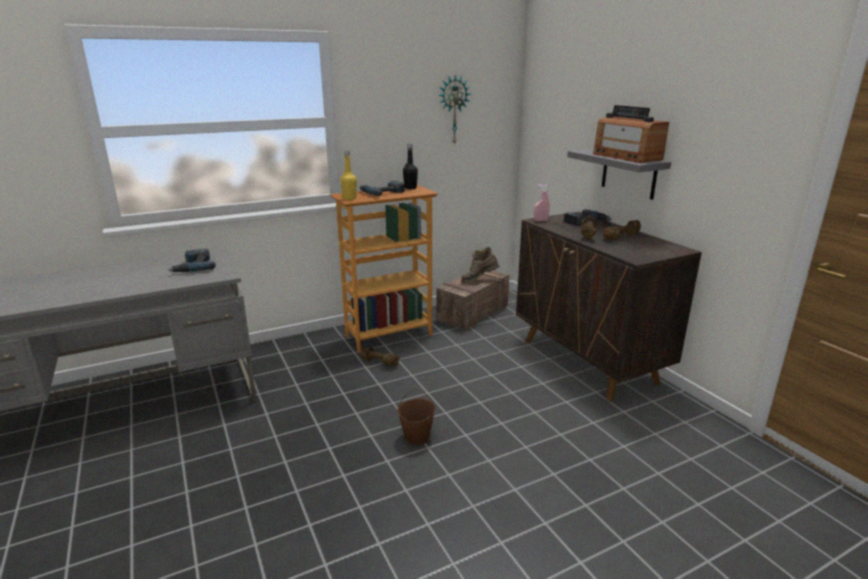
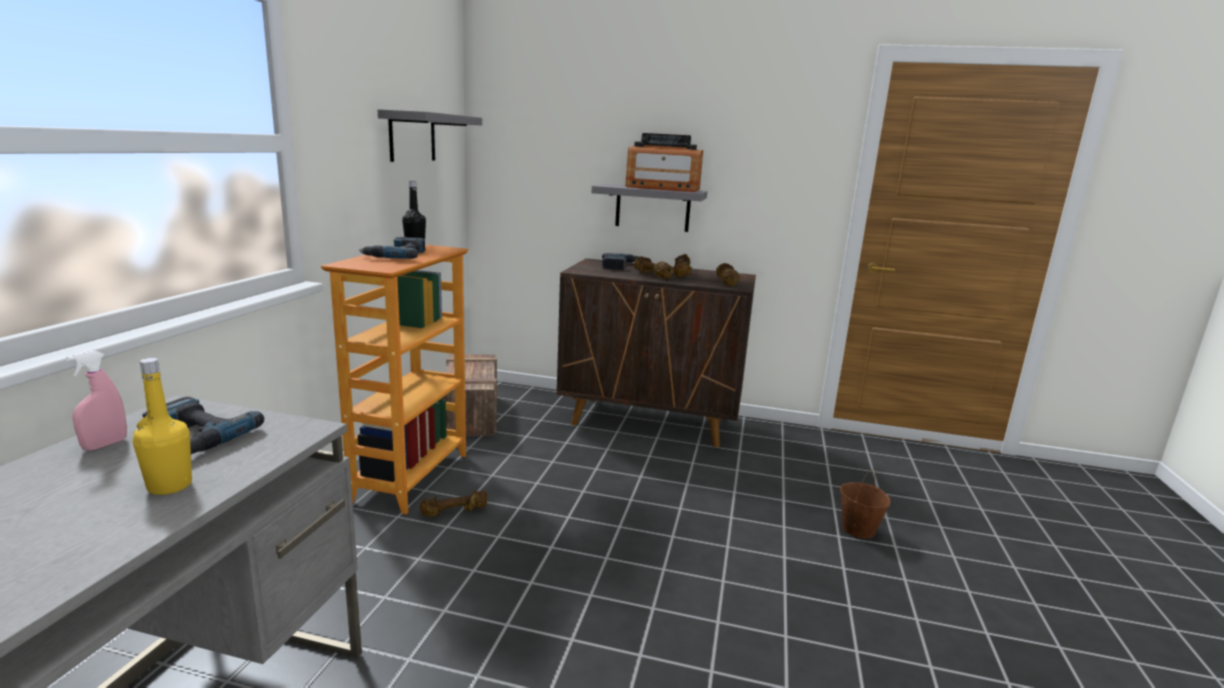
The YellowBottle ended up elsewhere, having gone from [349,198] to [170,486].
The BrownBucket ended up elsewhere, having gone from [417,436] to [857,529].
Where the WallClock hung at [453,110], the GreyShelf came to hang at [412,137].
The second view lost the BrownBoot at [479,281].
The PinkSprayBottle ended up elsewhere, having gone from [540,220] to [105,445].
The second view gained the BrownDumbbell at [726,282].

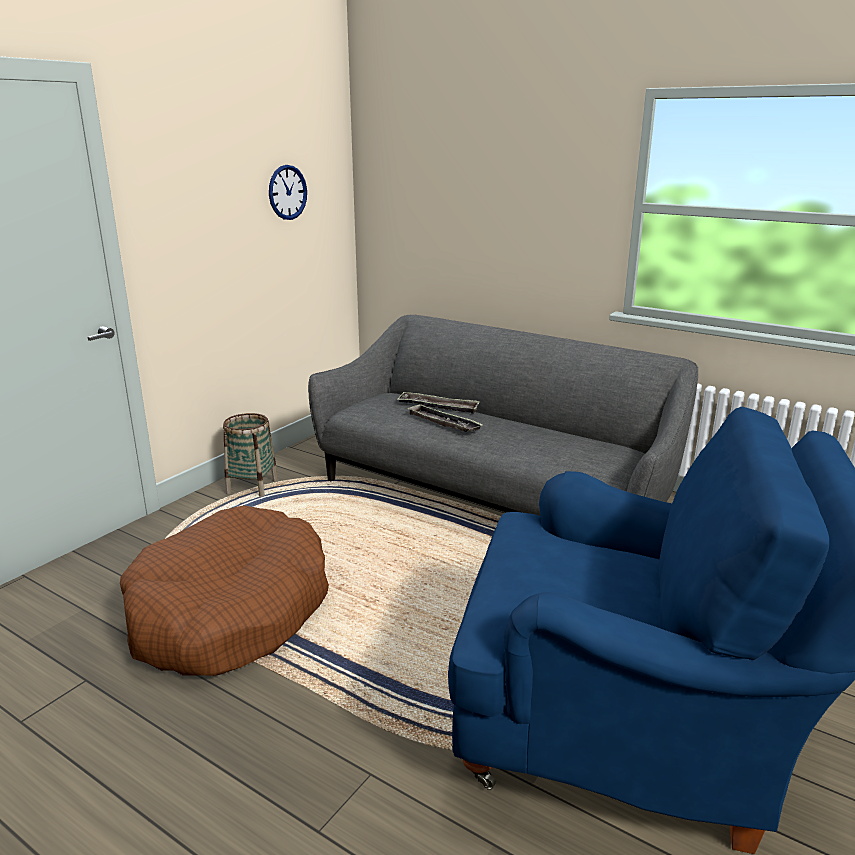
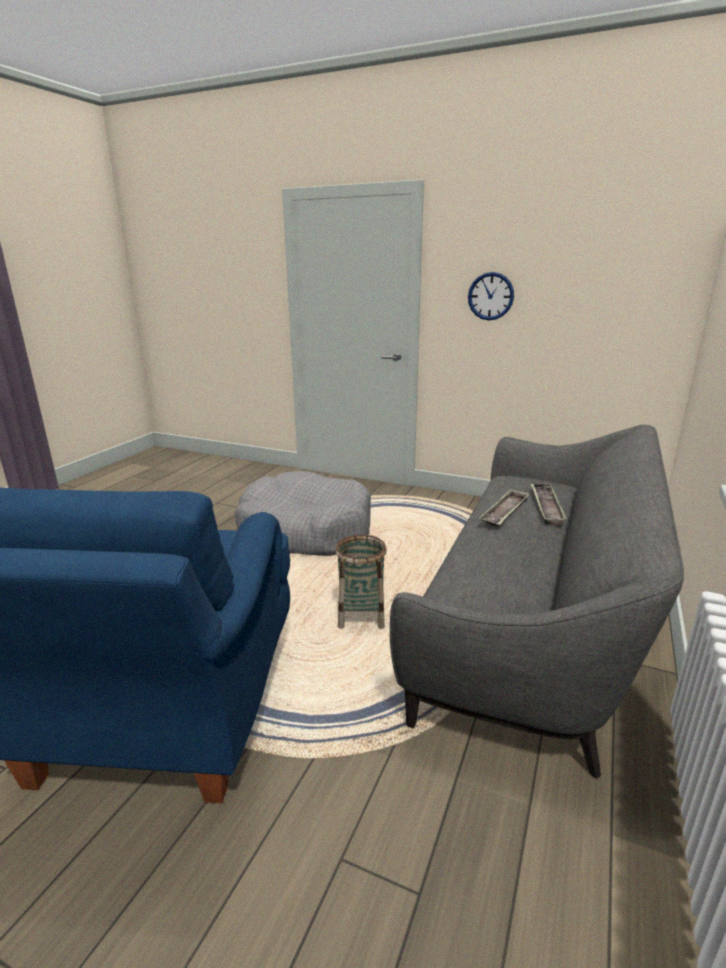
What was the BrownDogBed at [230,612] turned into the GreyDogBed at [305,530].
The Basket ended up elsewhere, having gone from [252,486] to [361,615].
The WallClock ended up elsewhere, having gone from [287,192] to [490,296].

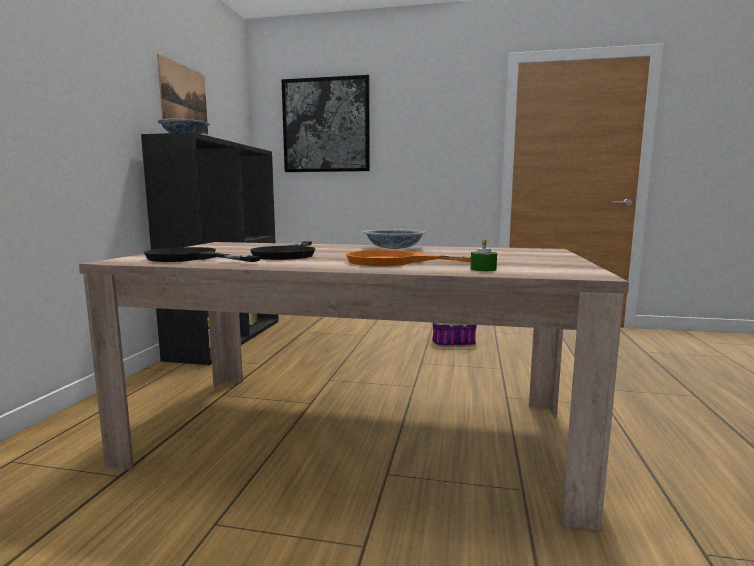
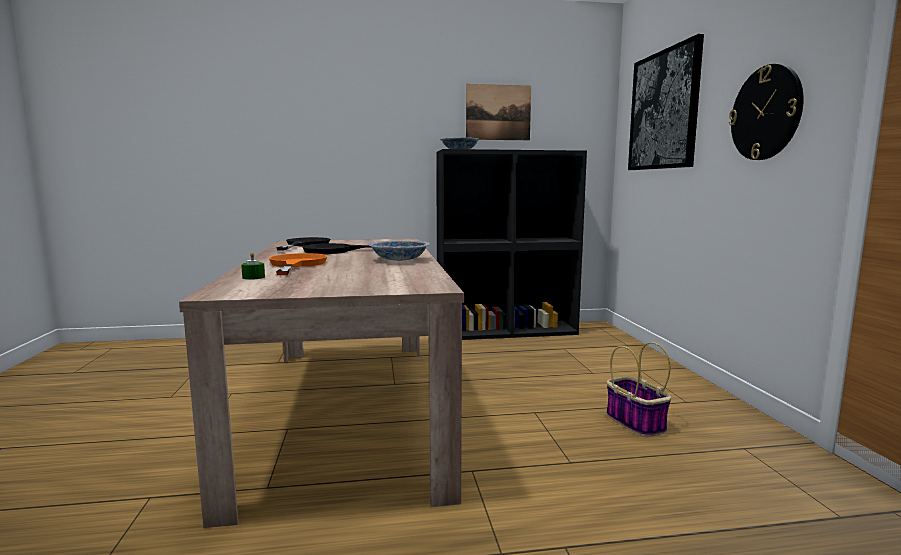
The second view gained the WallClock at [766,113].

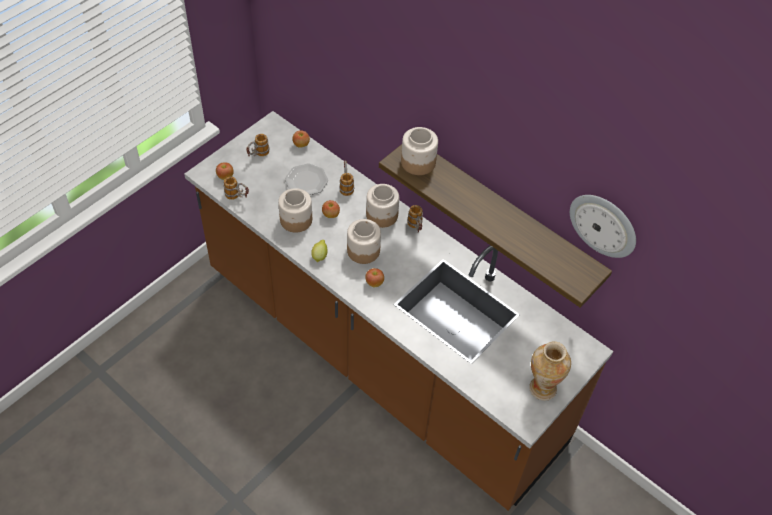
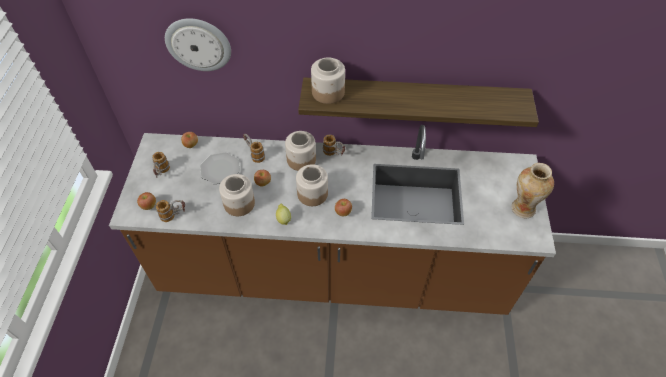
The WallClock ended up elsewhere, having gone from [603,224] to [198,44].

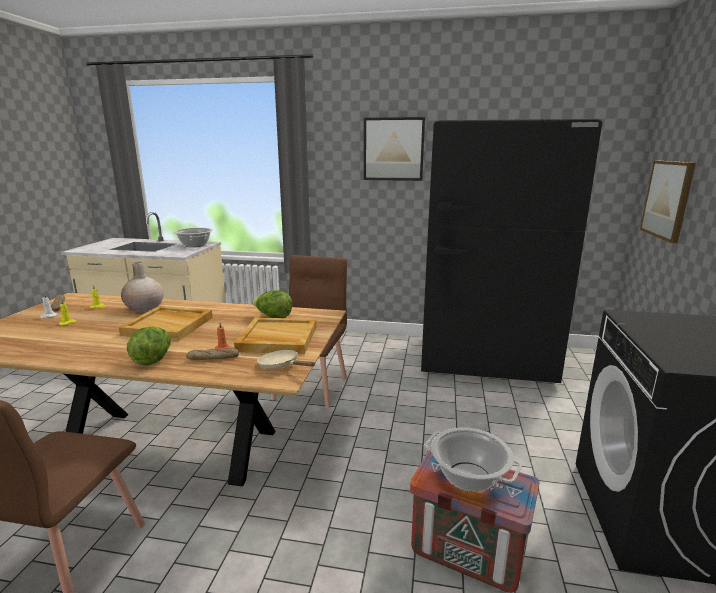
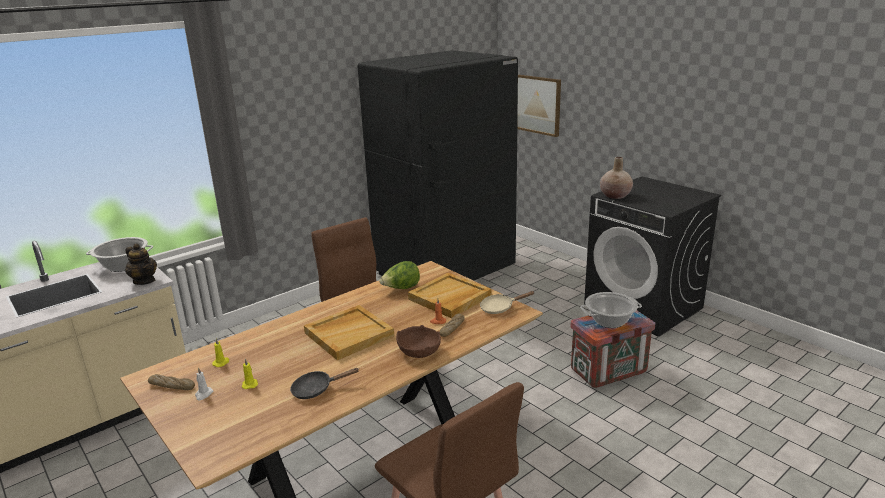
The BeigeVase ended up elsewhere, having gone from [145,308] to [615,195].
Where the Lettuce stood at [153,359], the BrownBowl came to stand at [419,352].
The second view lost the Picture at [393,149].
The second view gained the Teapot at [144,281].
The second view gained the BlackFryingPan at [316,389].

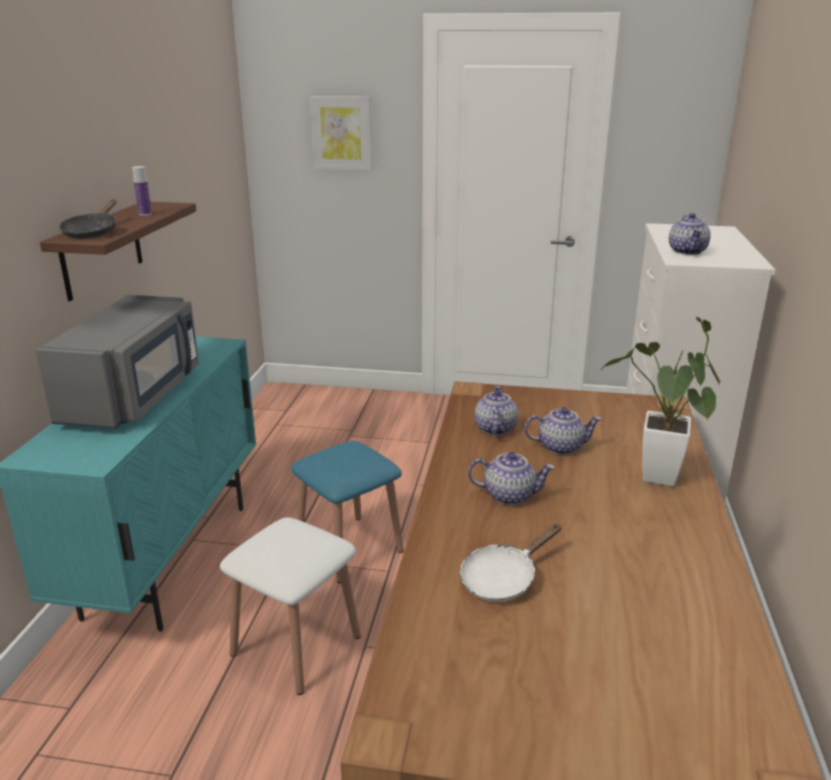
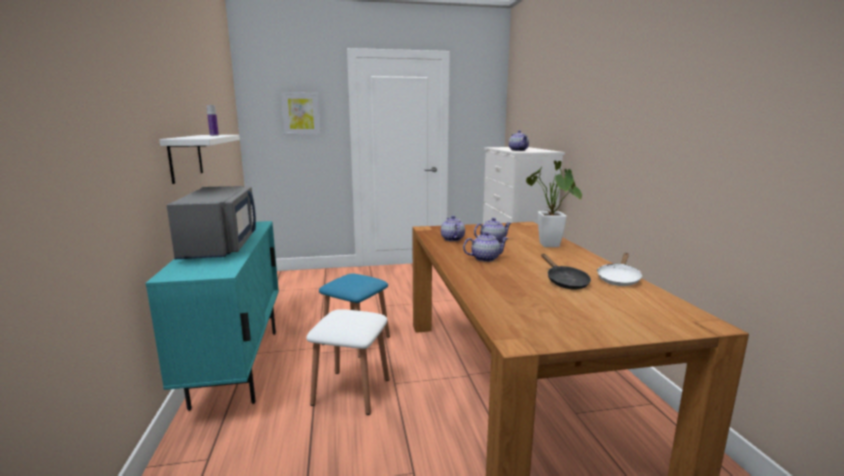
What was the BrownShelf at [102,250] turned into the WhiteShelf at [185,157].
The BlackFryingPan ended up elsewhere, having gone from [93,232] to [564,282].
The WhiteFryingPan ended up elsewhere, having gone from [503,578] to [618,279].

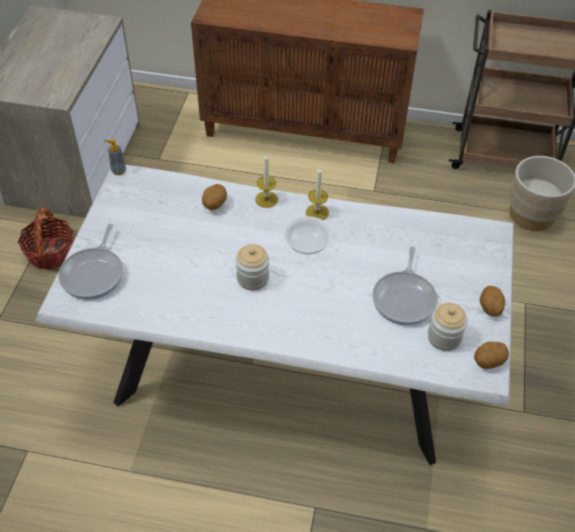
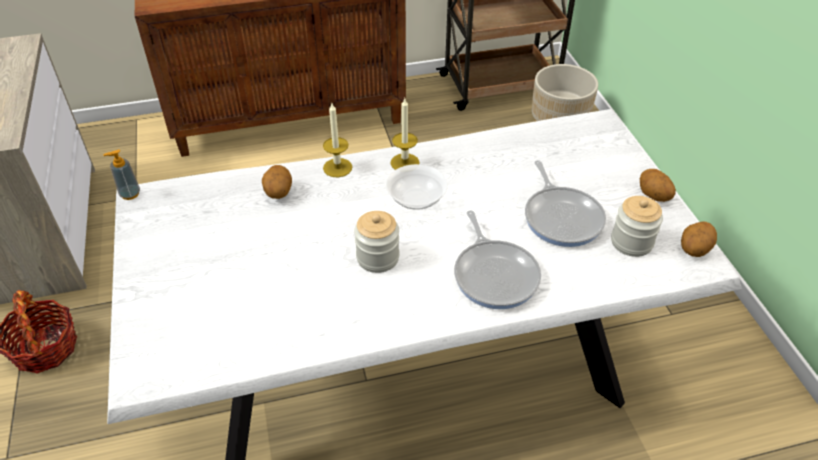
The FryingPan ended up elsewhere, having gone from [94,274] to [495,274].

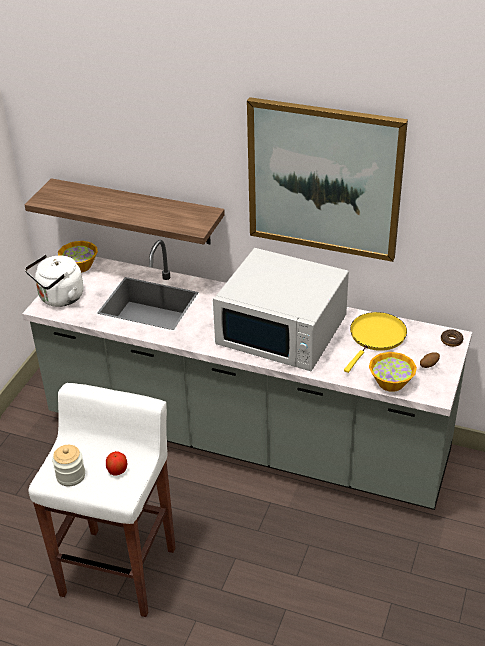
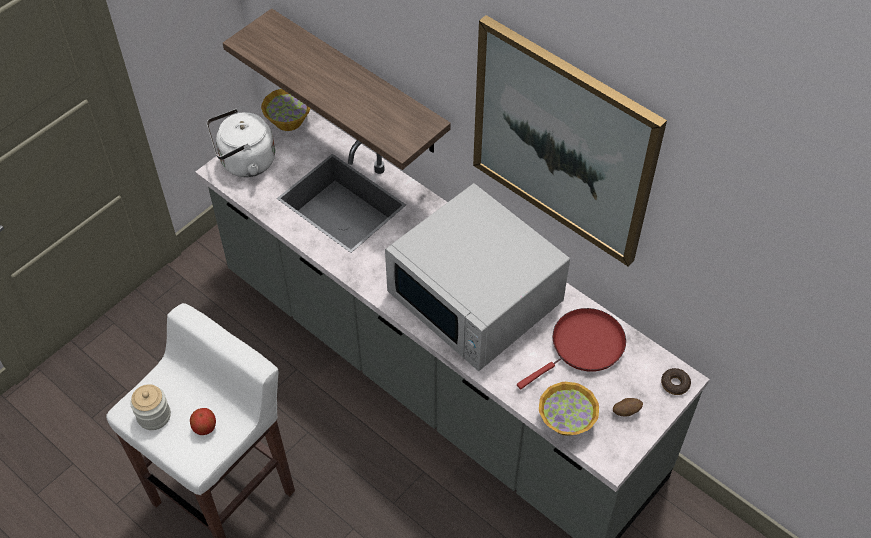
What was the YellowFryingPan at [376,337] turned into the RedFryingPan at [583,346].

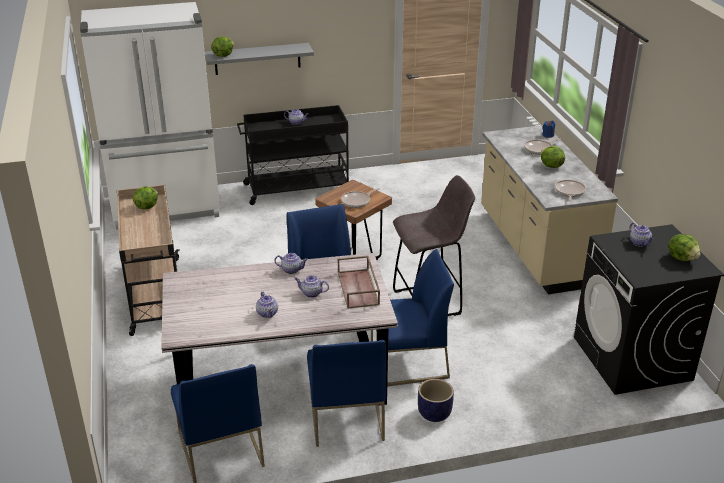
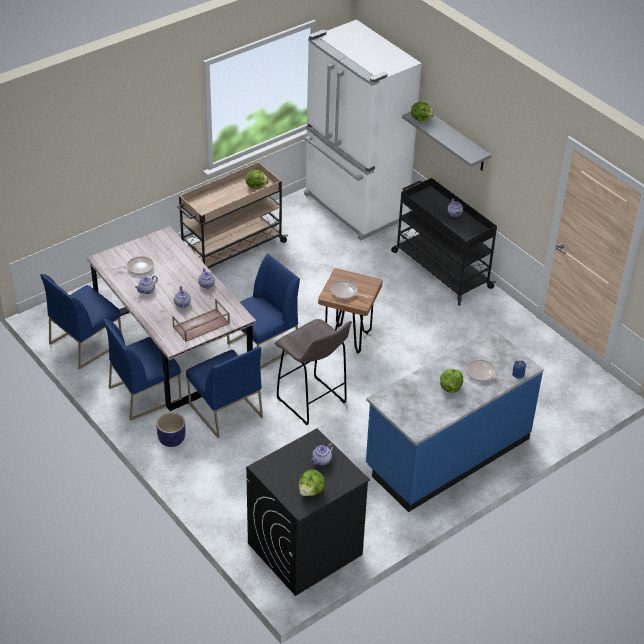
What was the BeigeCounter at [535,247] turned into the BlueCounter at [447,453].
The FryingPan ended up elsewhere, having gone from [569,192] to [138,268].

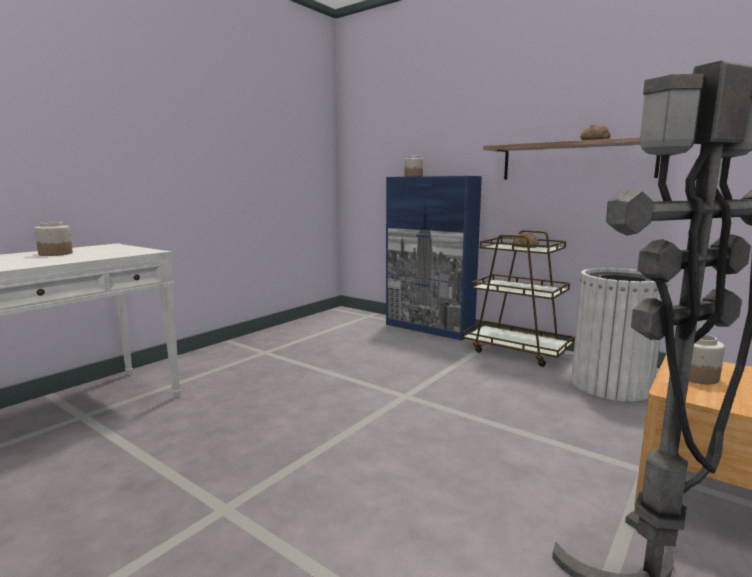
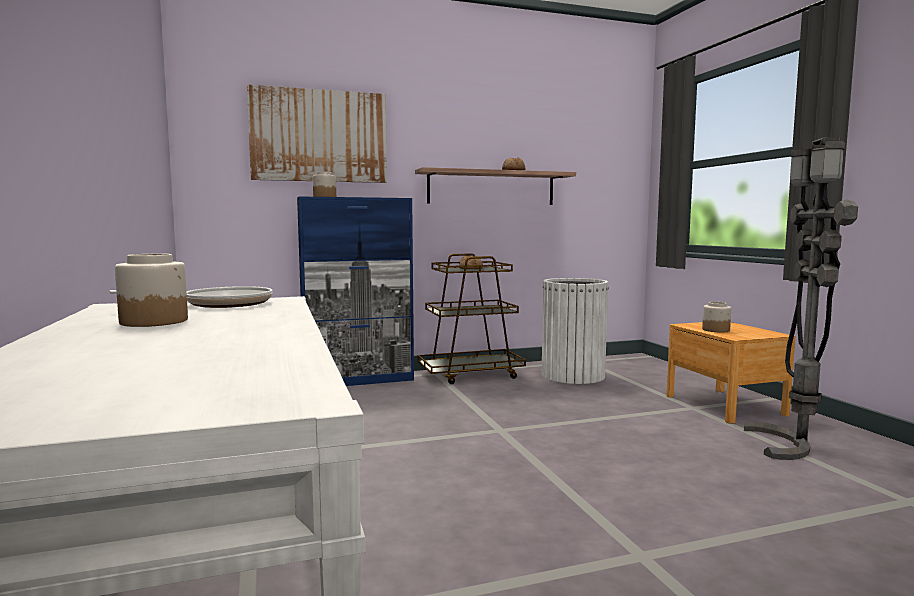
The second view gained the FryingPan at [220,304].
The second view gained the Picture at [319,136].

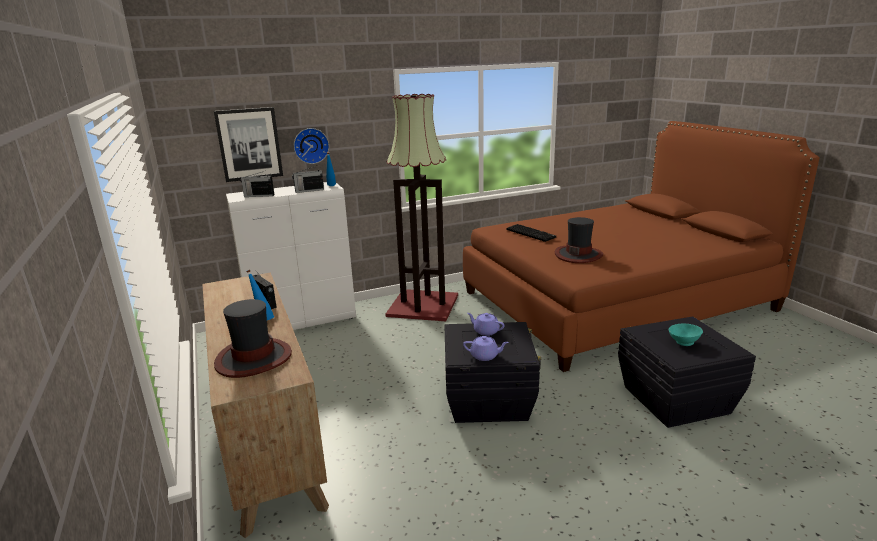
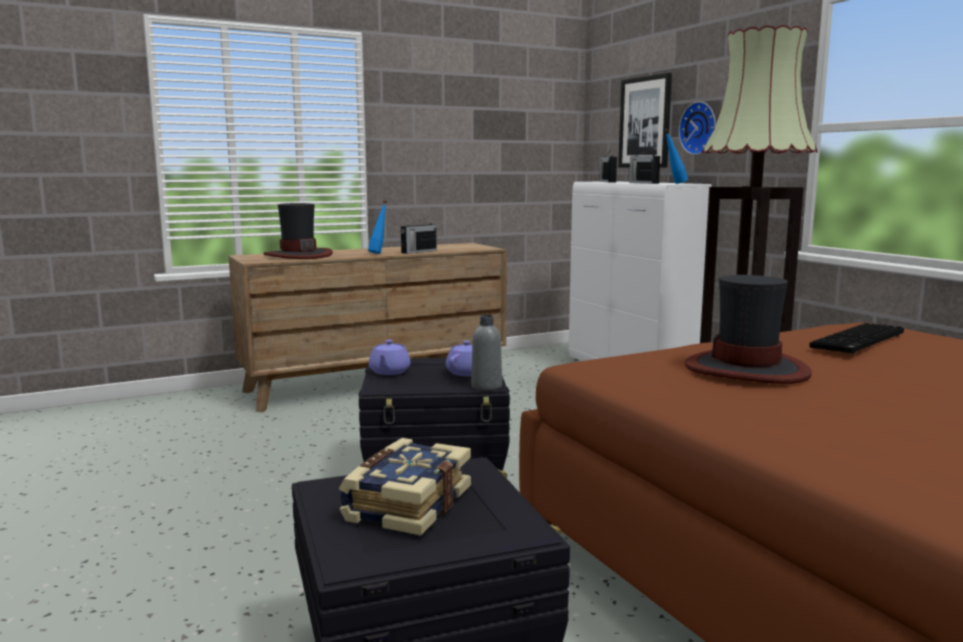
Where the TurquoiseBowl stood at [683,342], the Book came to stand at [406,504].
The second view gained the GreyBottle at [486,386].

